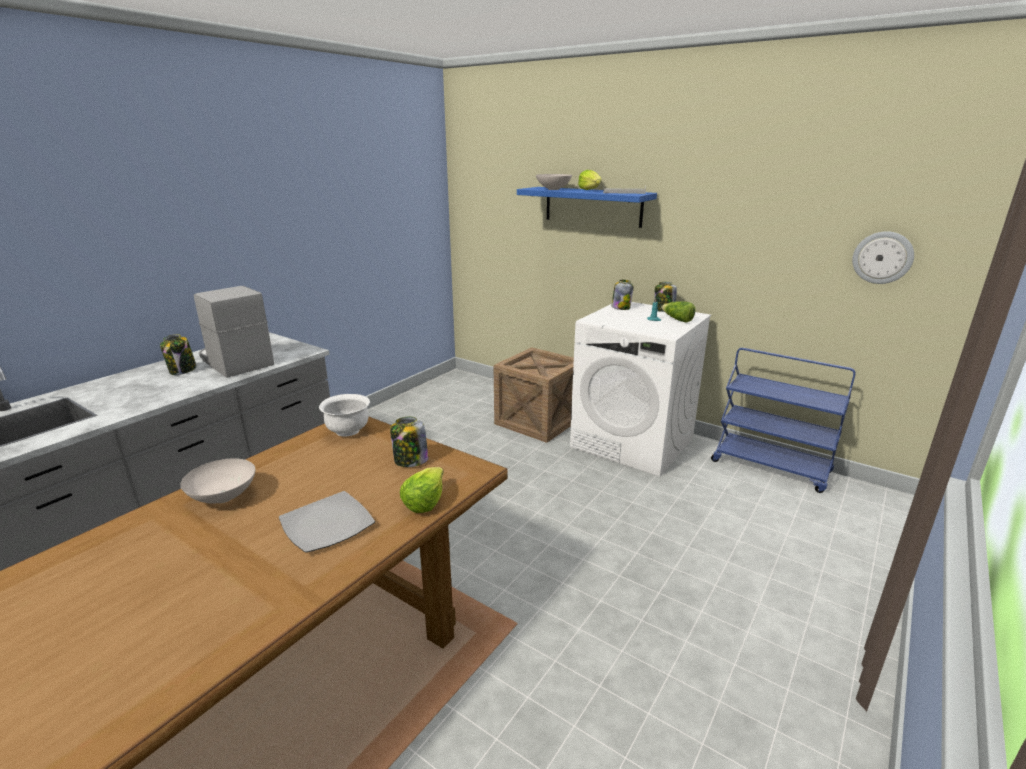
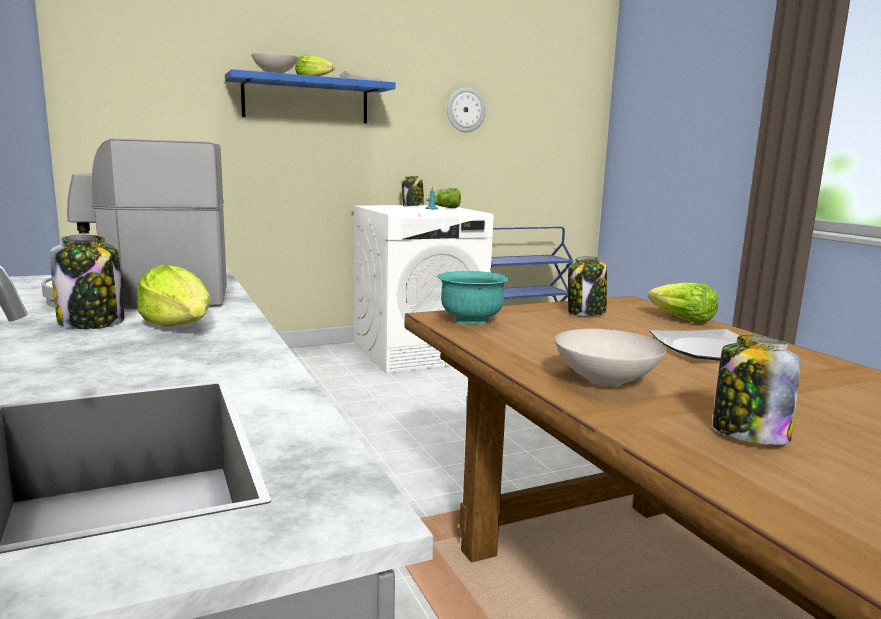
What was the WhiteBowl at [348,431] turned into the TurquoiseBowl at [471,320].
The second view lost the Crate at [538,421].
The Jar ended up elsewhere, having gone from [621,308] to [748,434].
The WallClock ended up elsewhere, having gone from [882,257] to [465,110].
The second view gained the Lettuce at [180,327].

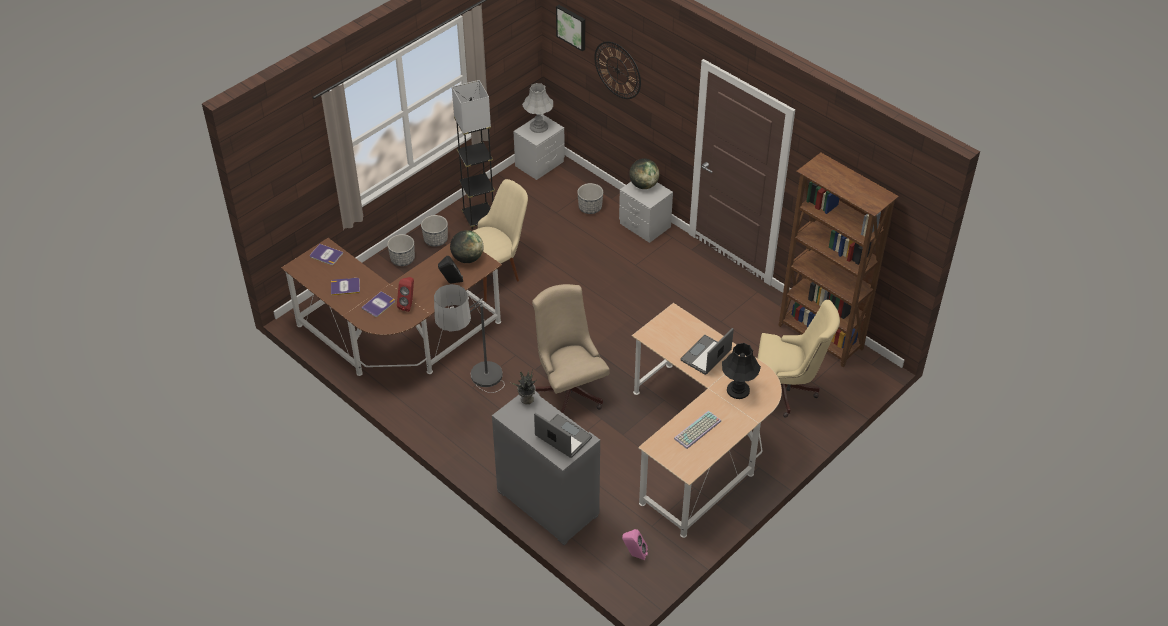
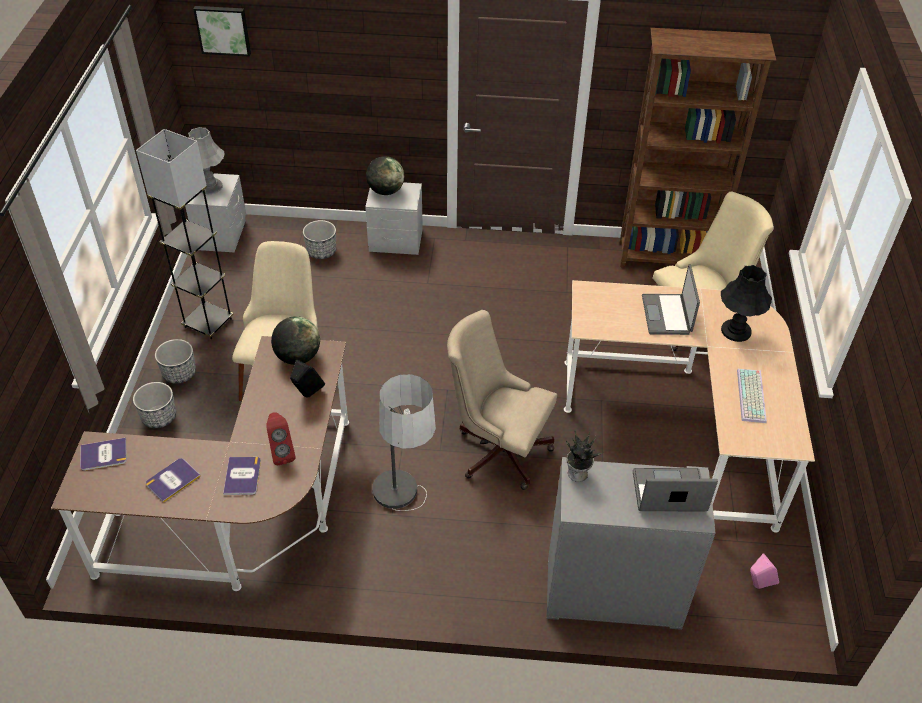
The second view lost the WallClock at [617,70].

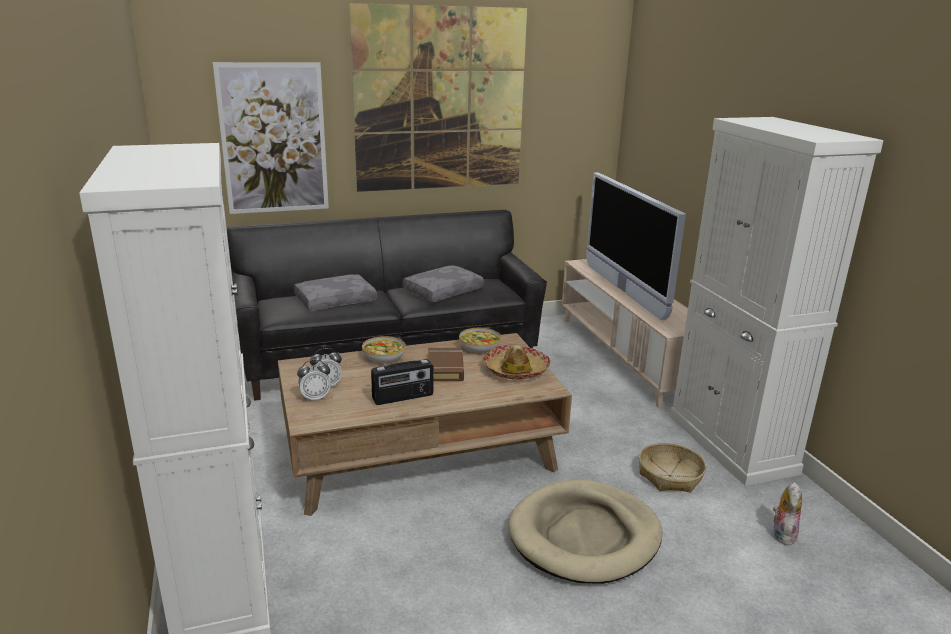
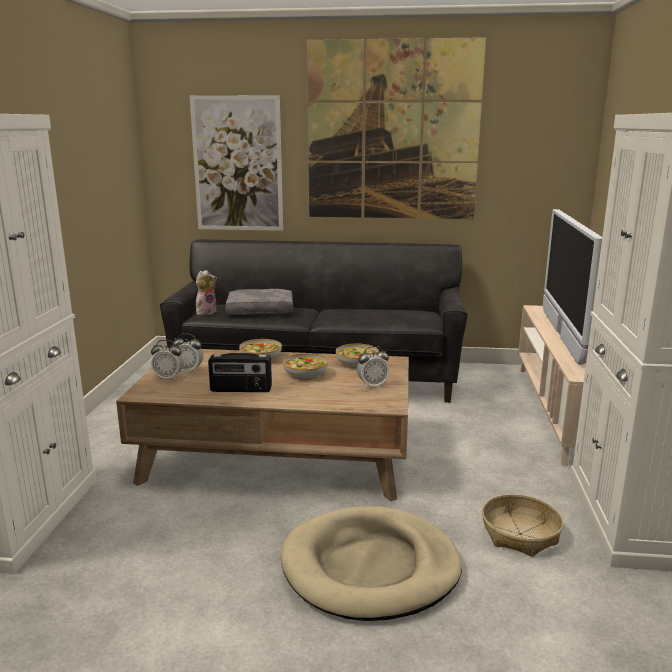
The second view lost the GreyPillow at [443,291].
Where the BrownBook stood at [445,368], the Bowl came to stand at [306,374].
Where the Hat stood at [516,370], the AlarmClock came to stand at [372,385].
The PlushToy ended up elsewhere, having gone from [782,534] to [206,312].

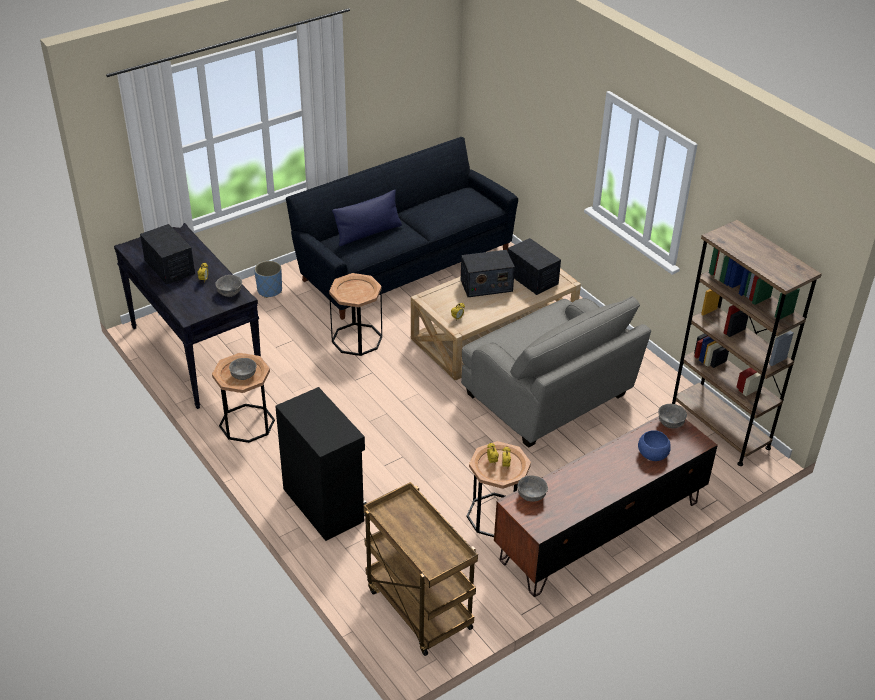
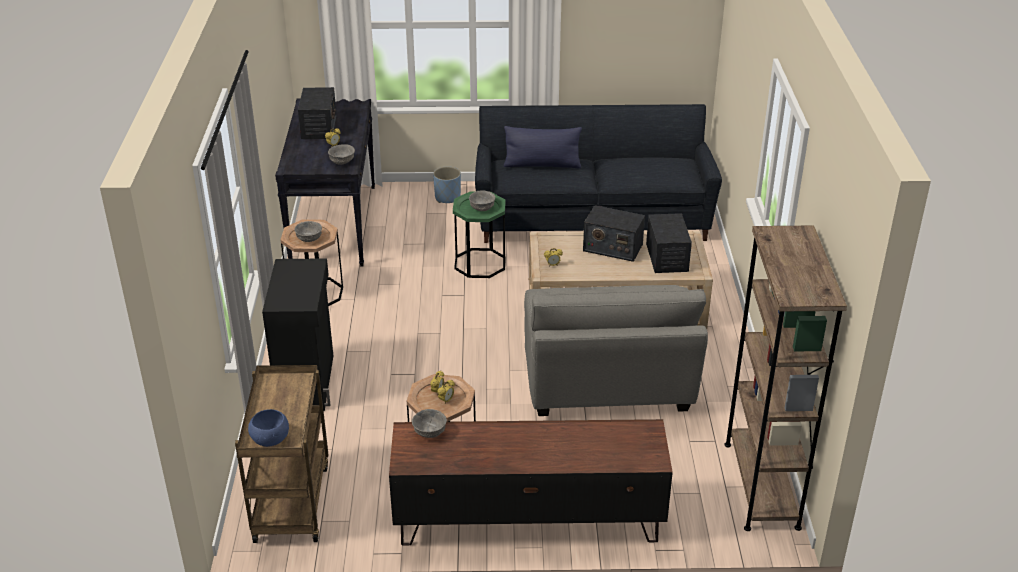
What was the BrownSideTable at [357,339] turned into the GreenSideTable at [480,263].
The BlueBowl ended up elsewhere, having gone from [653,454] to [270,439].
The GreyBowl ended up elsewhere, having gone from [671,423] to [482,208].

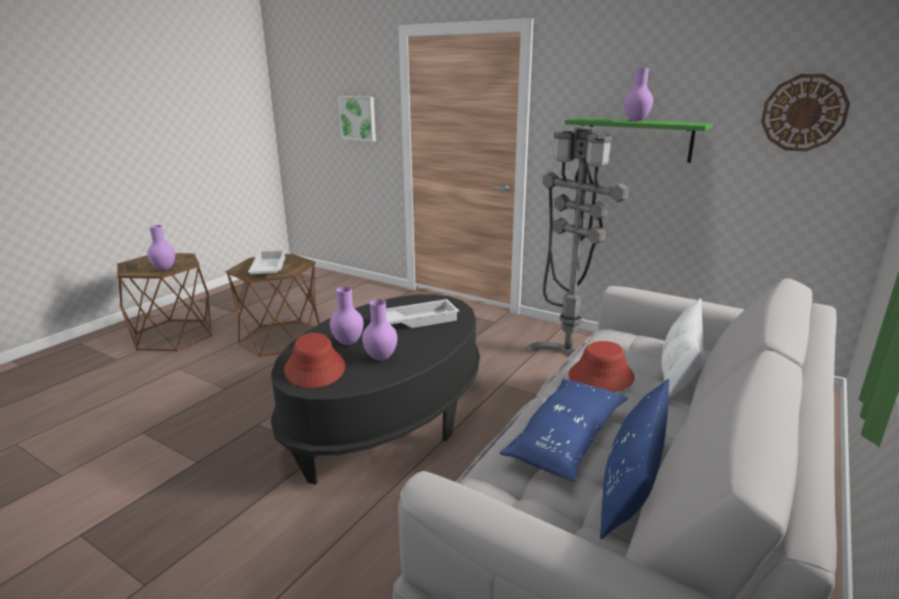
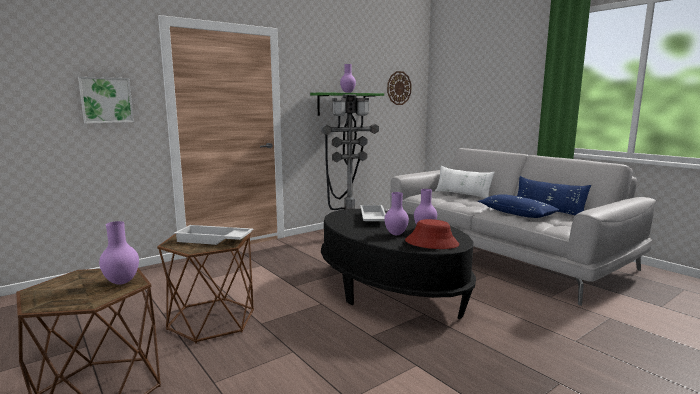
The second view lost the RedHat at [600,376].

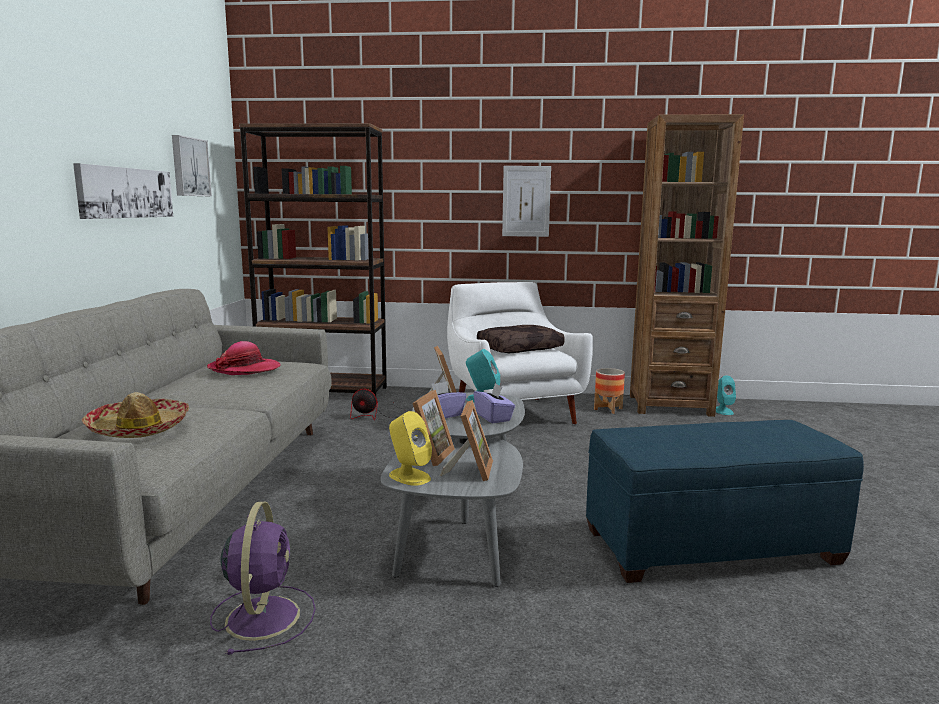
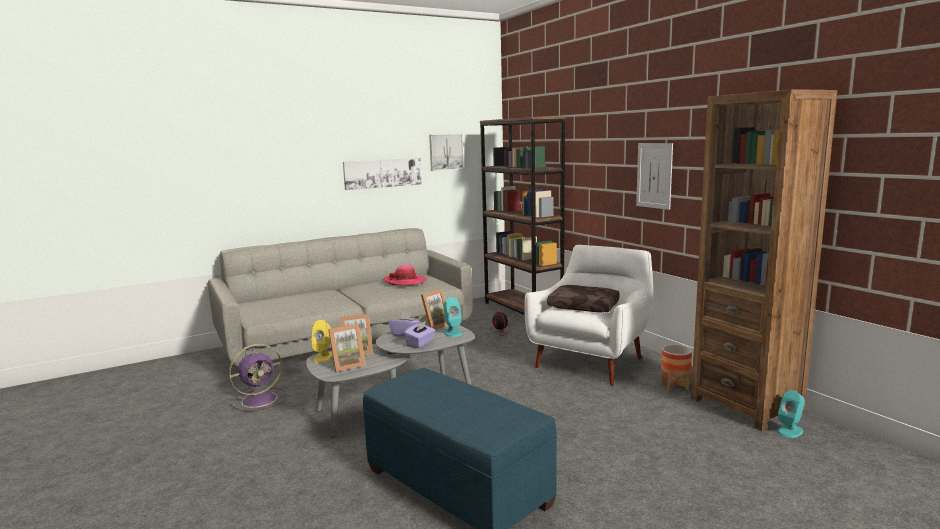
The second view lost the Hat at [139,428].

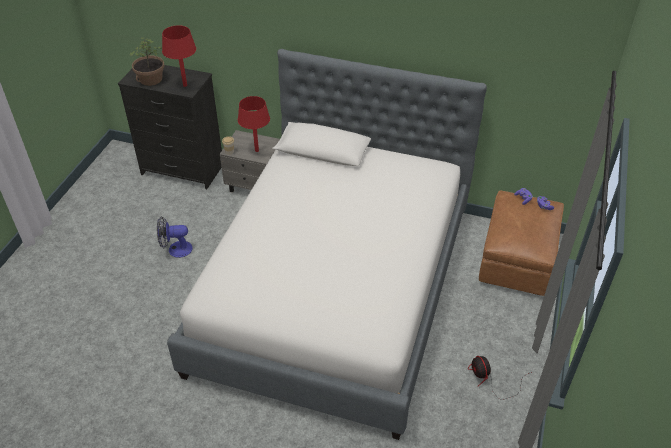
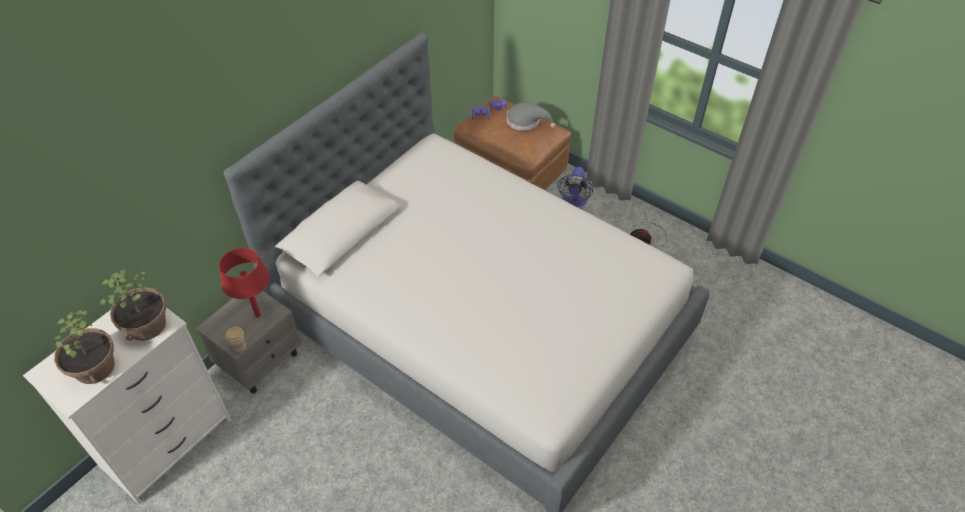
What was the BlackDresser at [182,170] turned into the WhiteDresser at [167,443].
The Fan ended up elsewhere, having gone from [175,249] to [574,201].
Where the RedTableLamp stood at [185,85], the PottedPlant came to stand at [147,326].
The second view gained the GreyHat at [526,121].

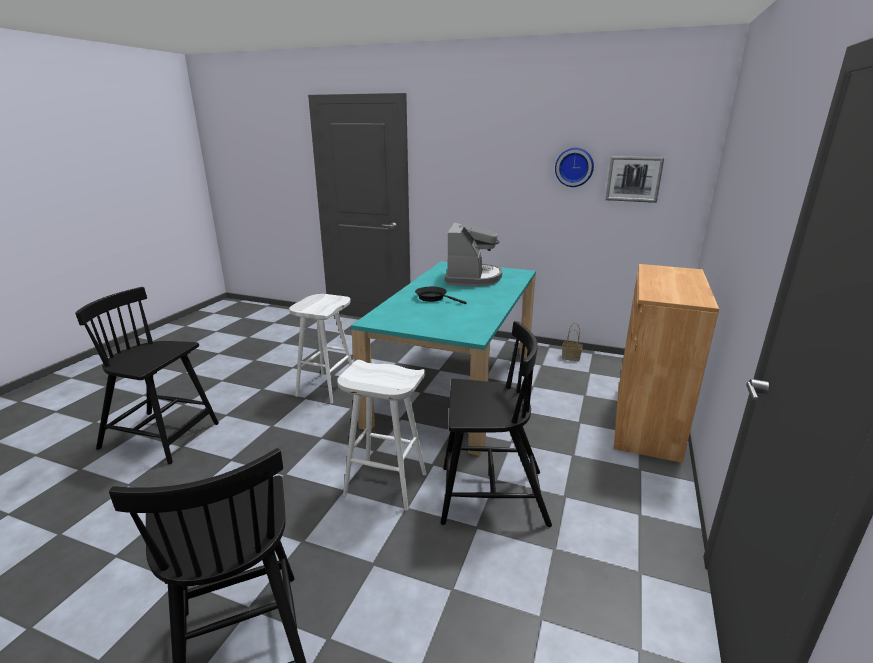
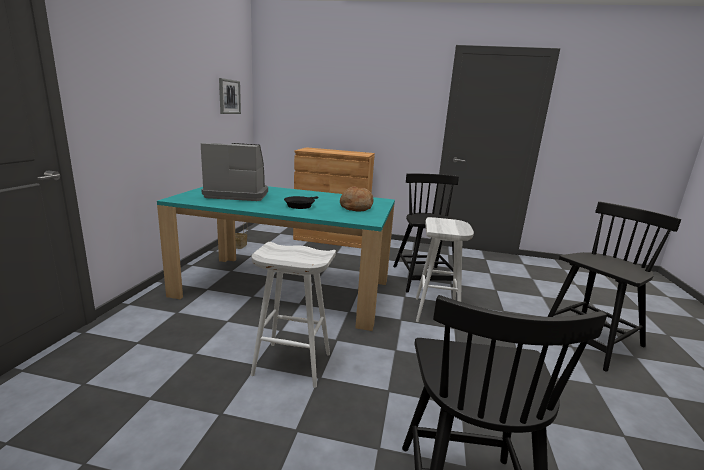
The second view lost the WallClock at [574,167].
The second view gained the Bread at [355,207].

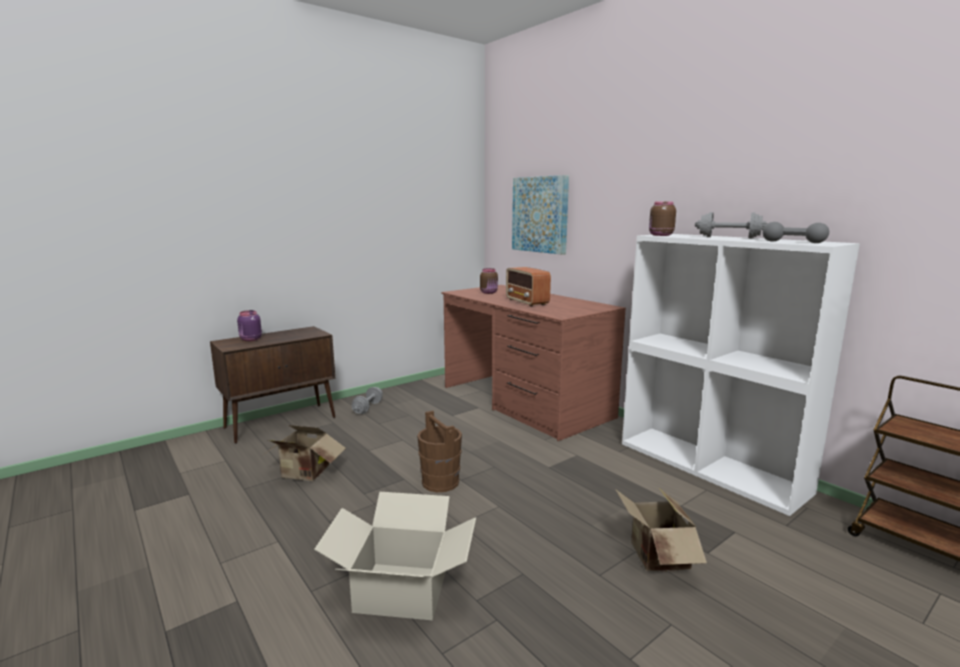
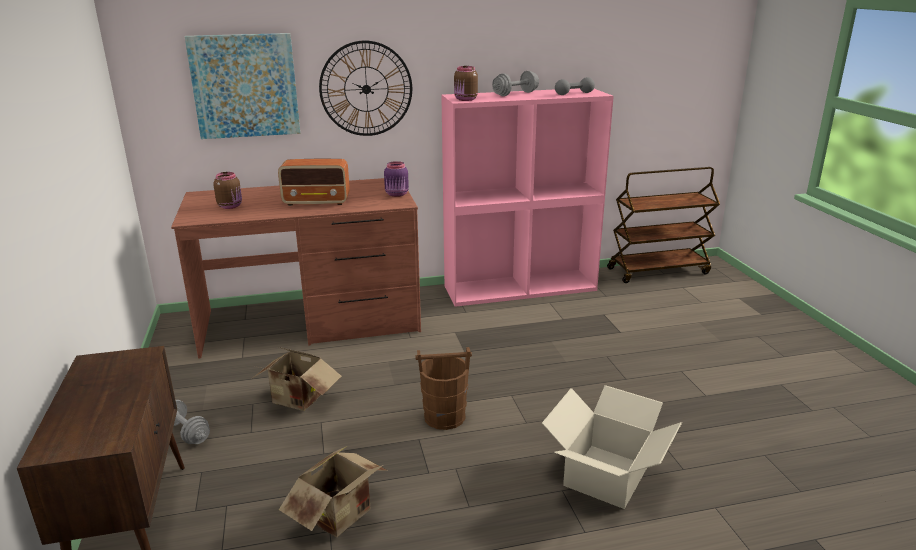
The PurpleJar ended up elsewhere, having gone from [250,339] to [397,194].
The CardboardBox ended up elsewhere, having gone from [655,558] to [297,401].
What was the WhiteBookcase at [711,467] turned into the PinkBookcase at [520,288].
The second view gained the WallClock at [366,89].

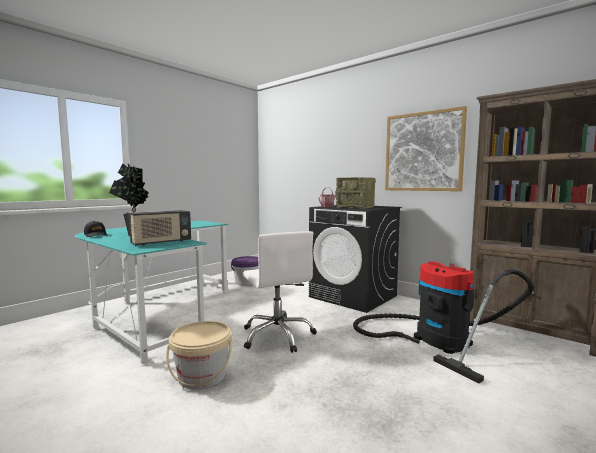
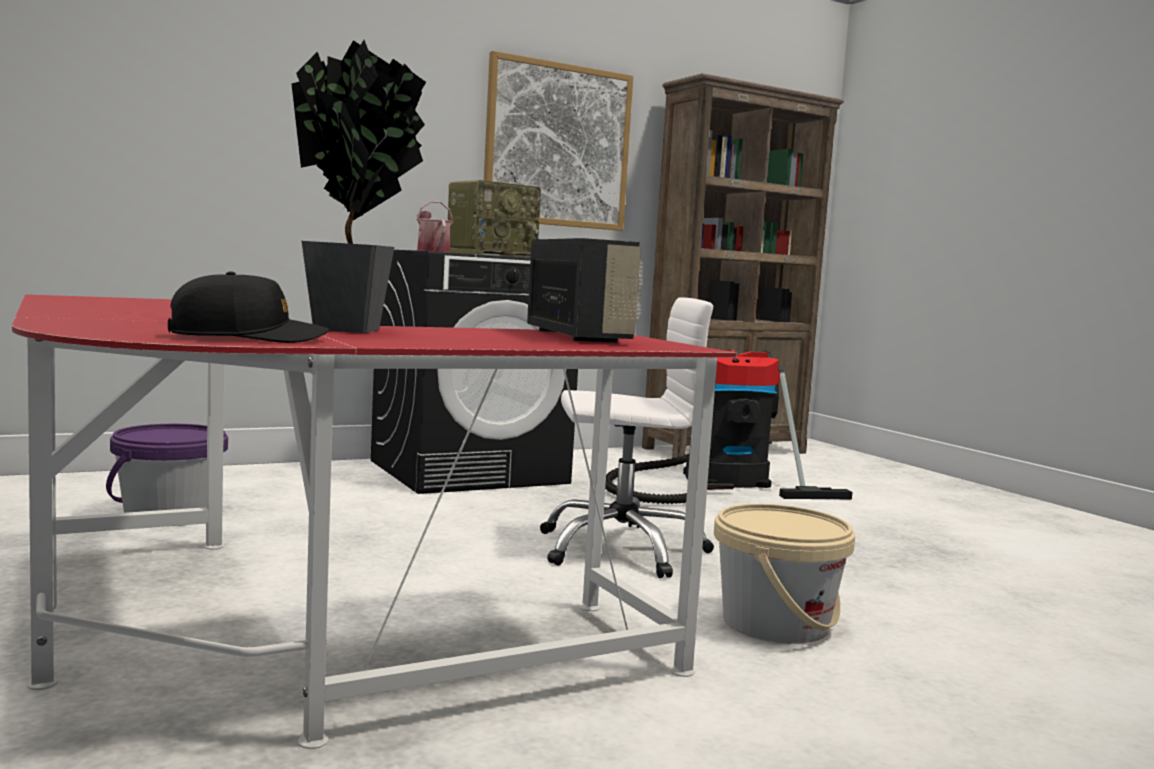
What was the TurquoiseDesk at [157,313] turned into the RedDesk at [286,640].

